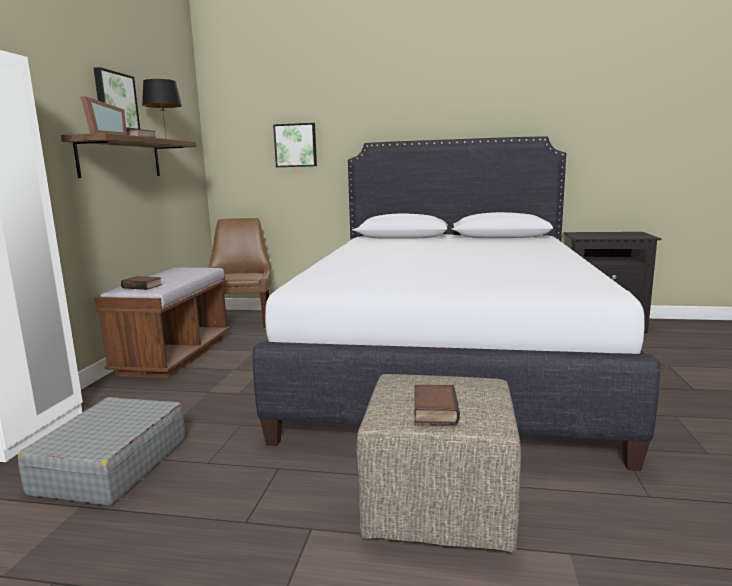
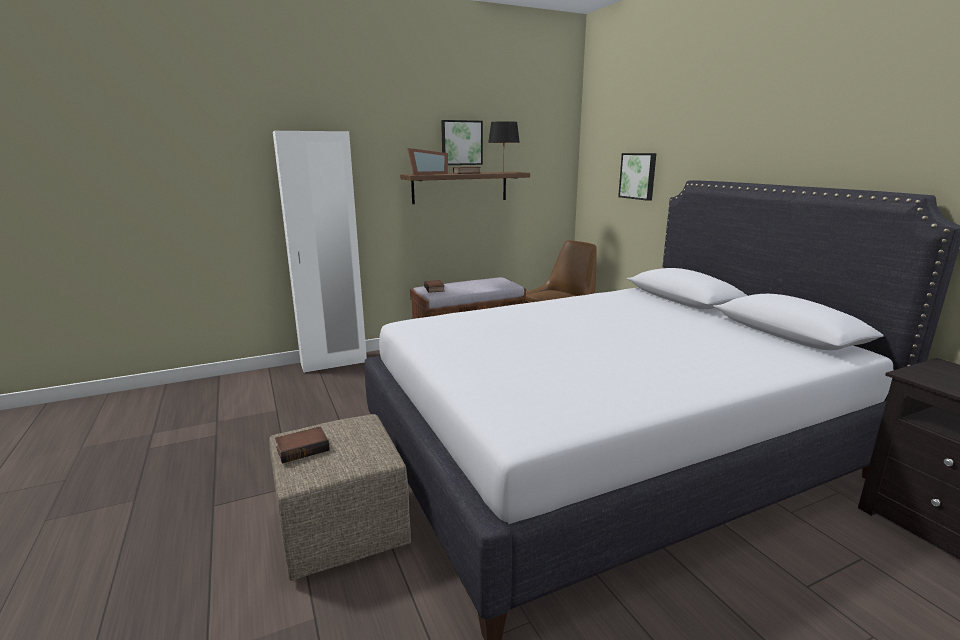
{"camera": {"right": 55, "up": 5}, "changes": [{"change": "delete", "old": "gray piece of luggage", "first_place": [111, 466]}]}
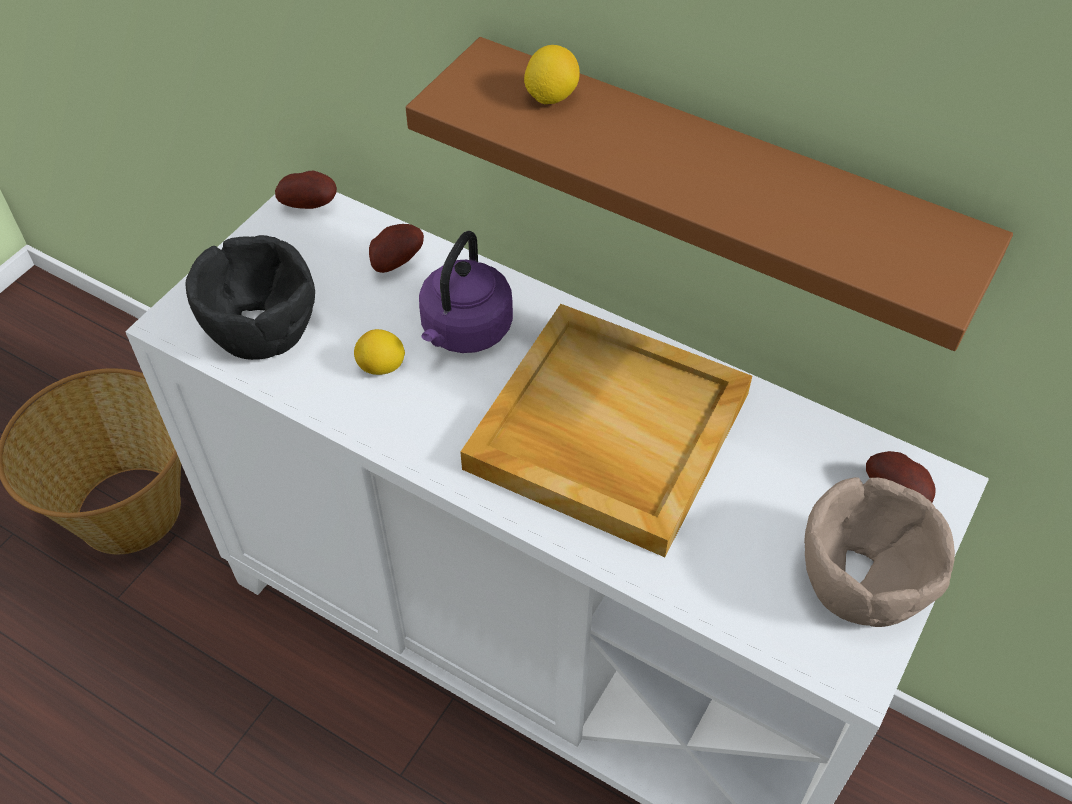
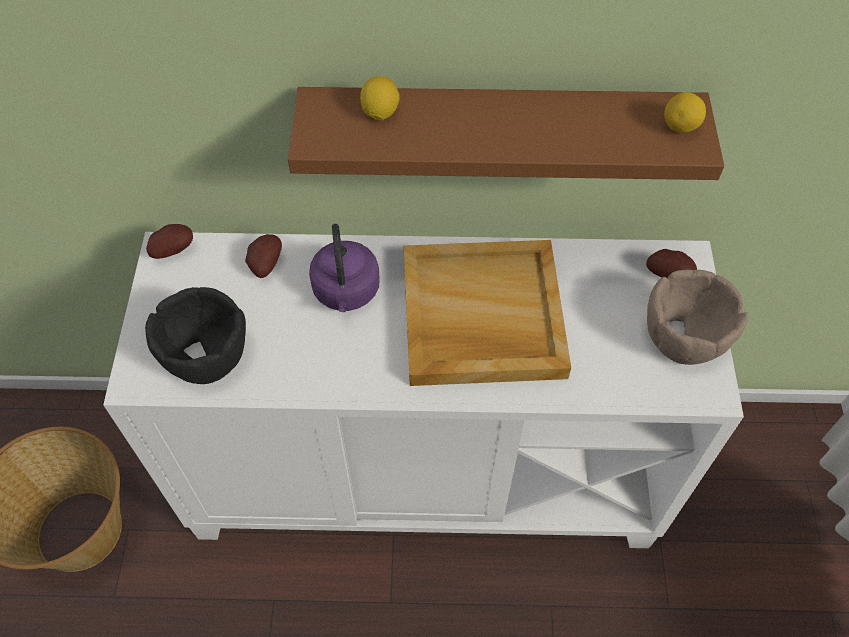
{"camera": {"right": -30, "up": 5}, "changes": [{"change": "move", "old": "lemon", "first_place": [381, 367], "second_place": [680, 127]}]}
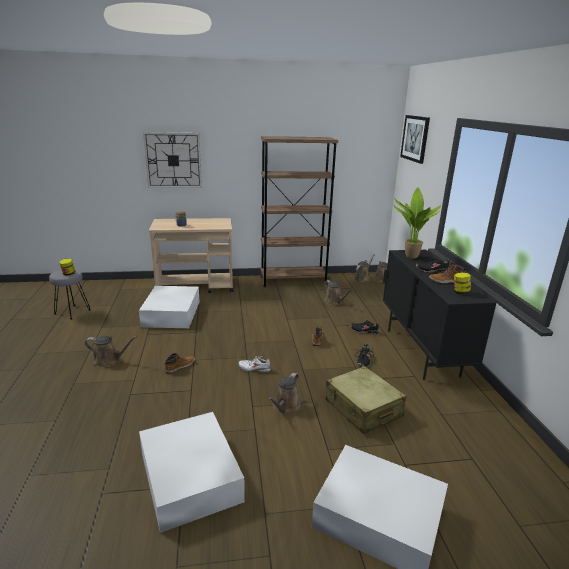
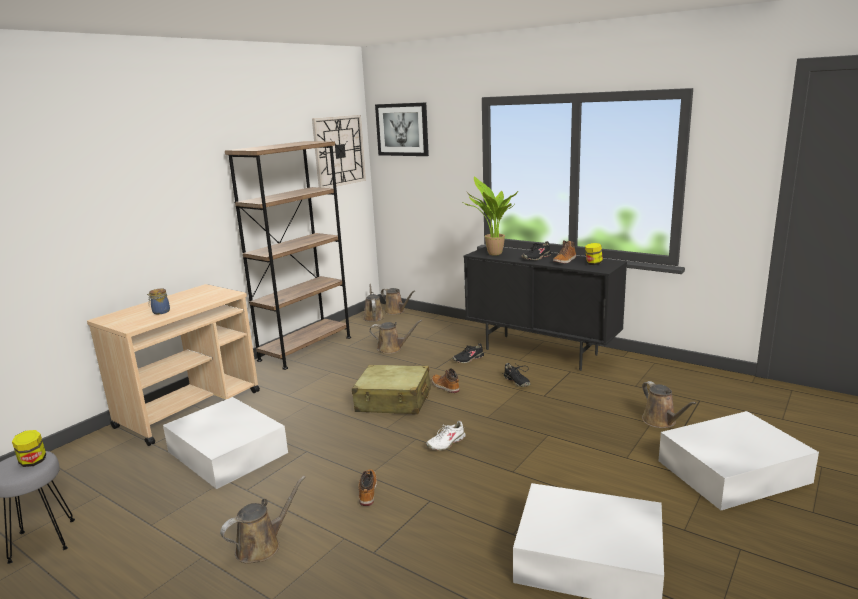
{"camera": {"right": -45, "up": -5}, "changes": [{"change": "move", "old": "wall clock", "first_place": [173, 160], "second_place": [339, 151]}, {"change": "move", "old": "brownish watering pot", "first_place": [285, 407], "second_place": [661, 421]}, {"change": "move", "old": "beige piece of luggage", "first_place": [363, 408], "second_place": [393, 401]}]}
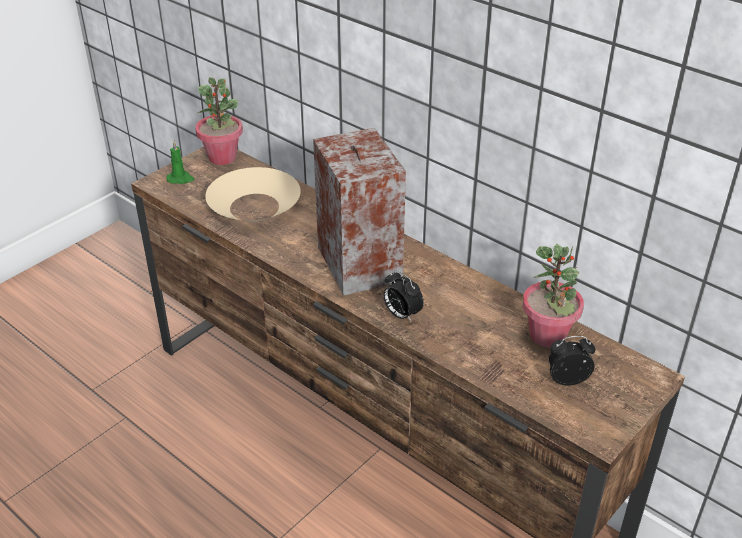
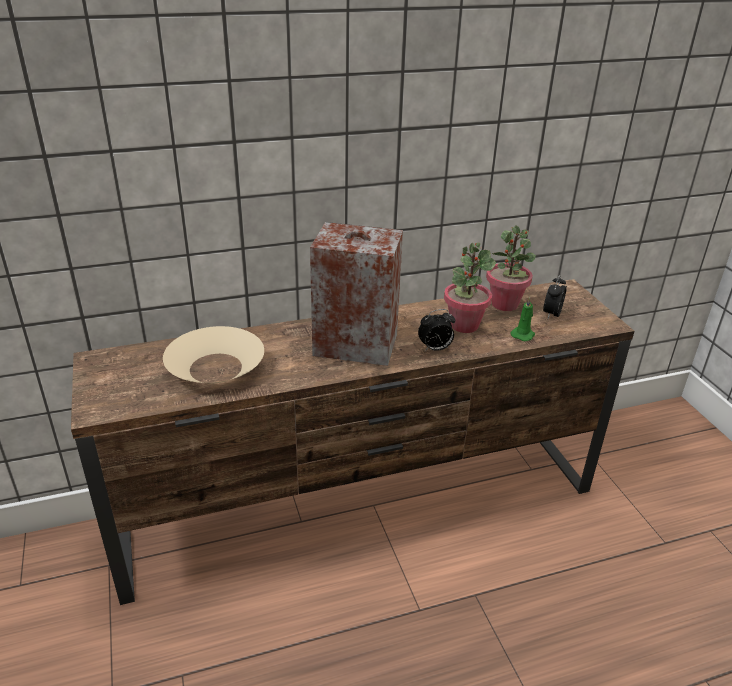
{"camera": {"right": -60, "up": -5}, "changes": [{"change": "move", "old": "green-coloured wax light", "first_place": [180, 179], "second_place": [523, 335]}, {"change": "move", "old": "plant in a pot", "first_place": [222, 157], "second_place": [464, 325]}]}
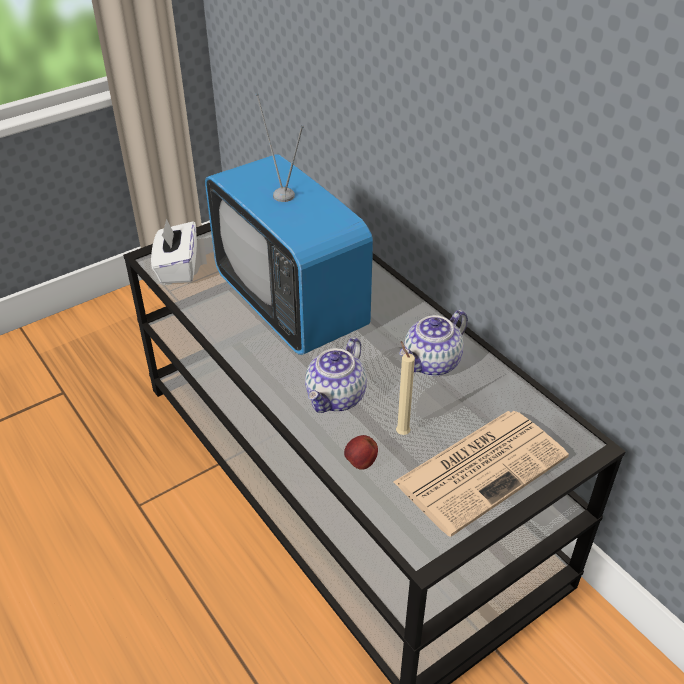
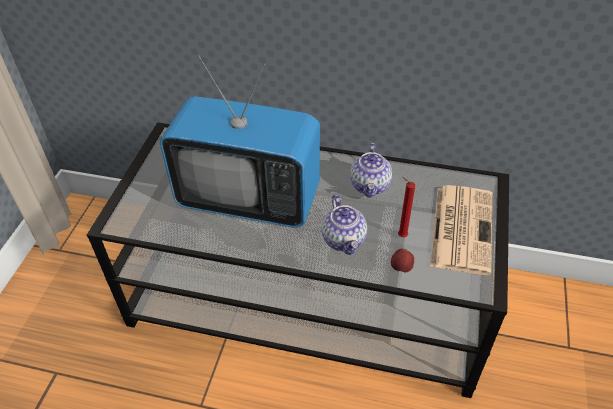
{"camera": {"right": -40, "up": 5}, "changes": [{"change": "delete", "old": "white-coloured box of tissues", "first_place": [177, 268]}, {"change": "recolor", "old": "beige wax light", "new": "reddish wax light", "first_place": [401, 432], "second_place": [400, 236]}]}
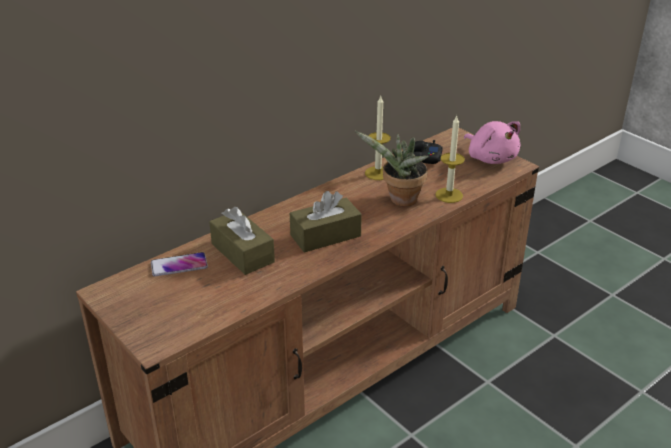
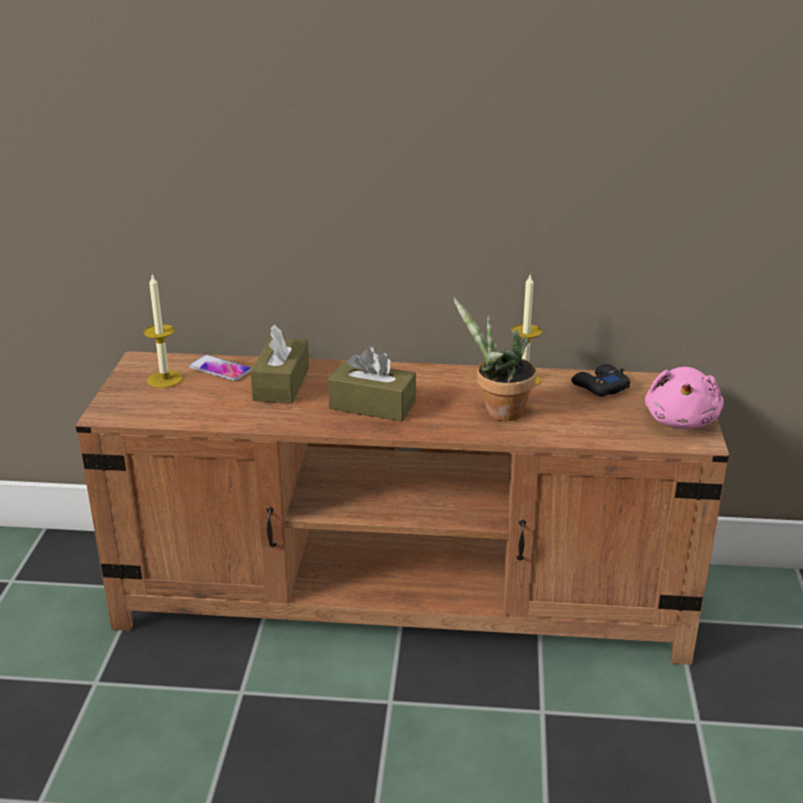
{"camera": {"right": 45, "up": -5}, "changes": [{"change": "move", "old": "wax light", "first_place": [449, 195], "second_place": [165, 379]}]}
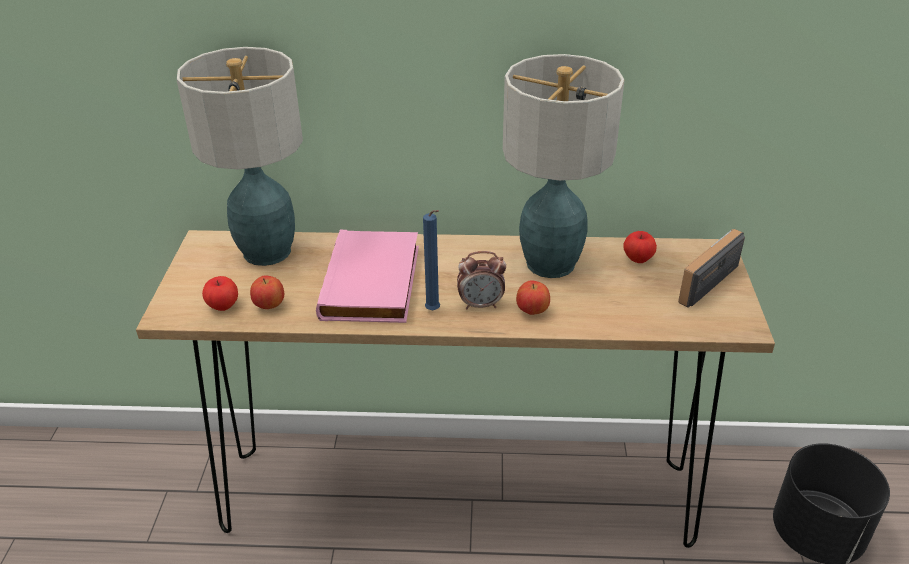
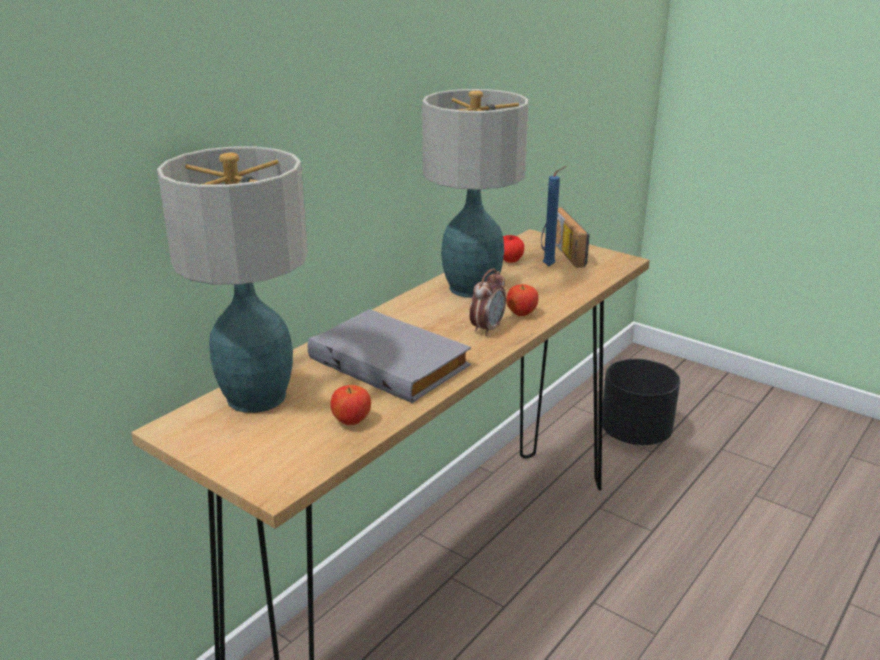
{"camera": {"right": -55, "up": -10}, "changes": [{"change": "delete", "old": "apple", "first_place": [223, 305]}, {"change": "recolor", "old": "pinkish bound book", "new": "gray bound book", "first_place": [374, 283], "second_place": [392, 361]}, {"change": "move", "old": "blue wax light", "first_place": [434, 311], "second_place": [551, 266]}]}
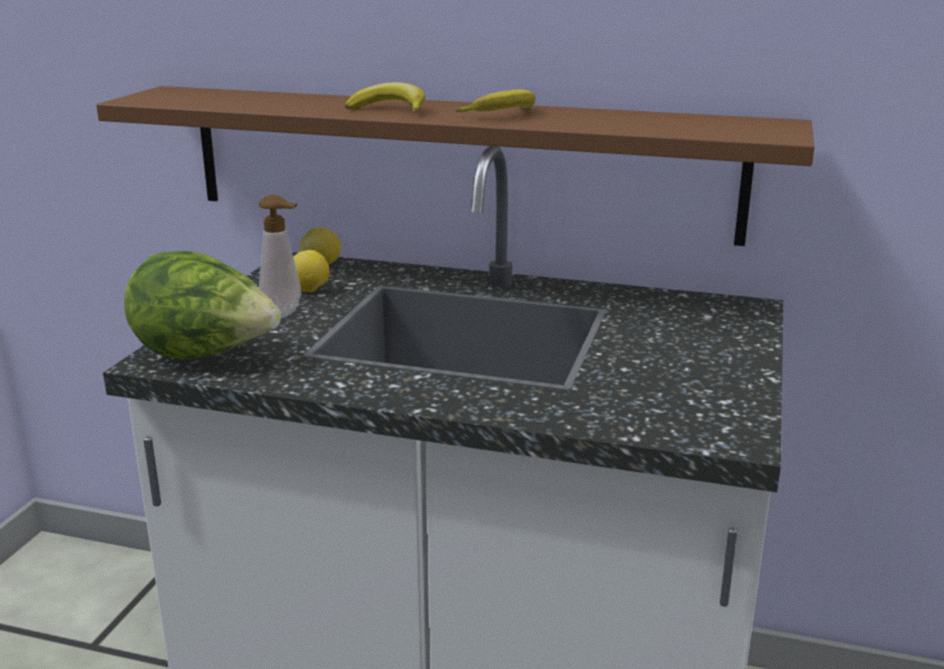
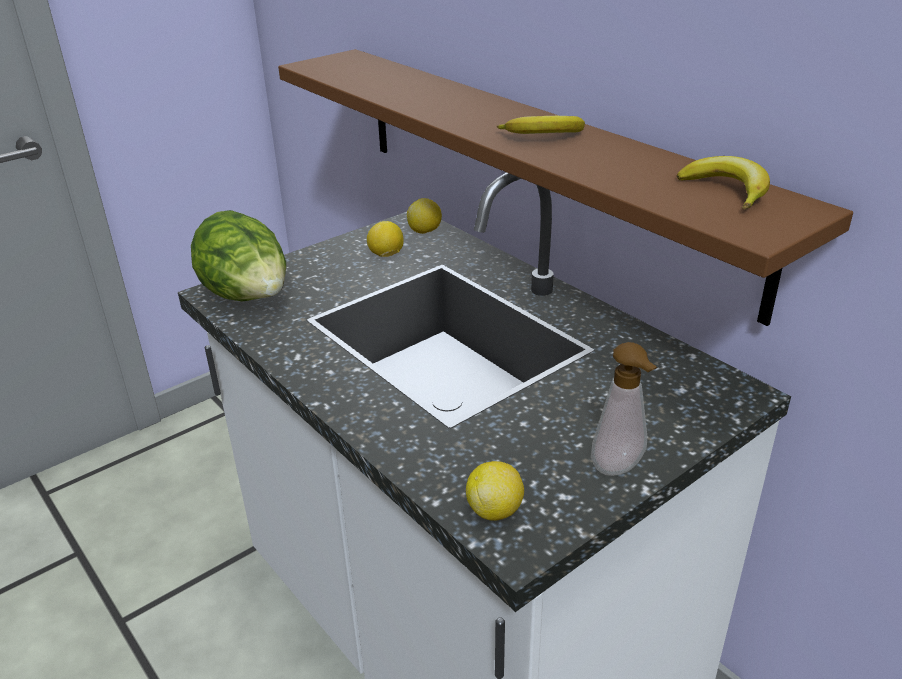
{"camera": {"right": 35, "up": 10}, "changes": [{"change": "move", "old": "liquid soap bottle", "first_place": [285, 314], "second_place": [620, 469]}, {"change": "move", "old": "banana", "first_place": [390, 110], "second_place": [726, 191]}, {"change": "insert", "new": "lemon", "second_place": [495, 510]}]}
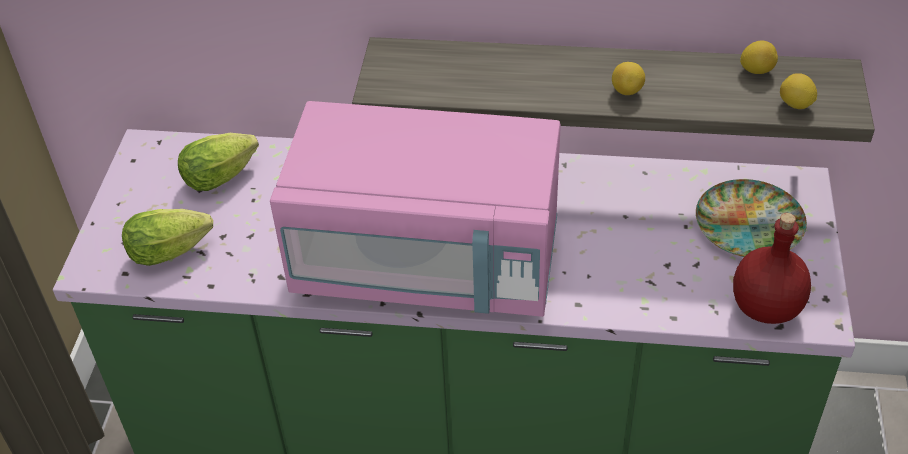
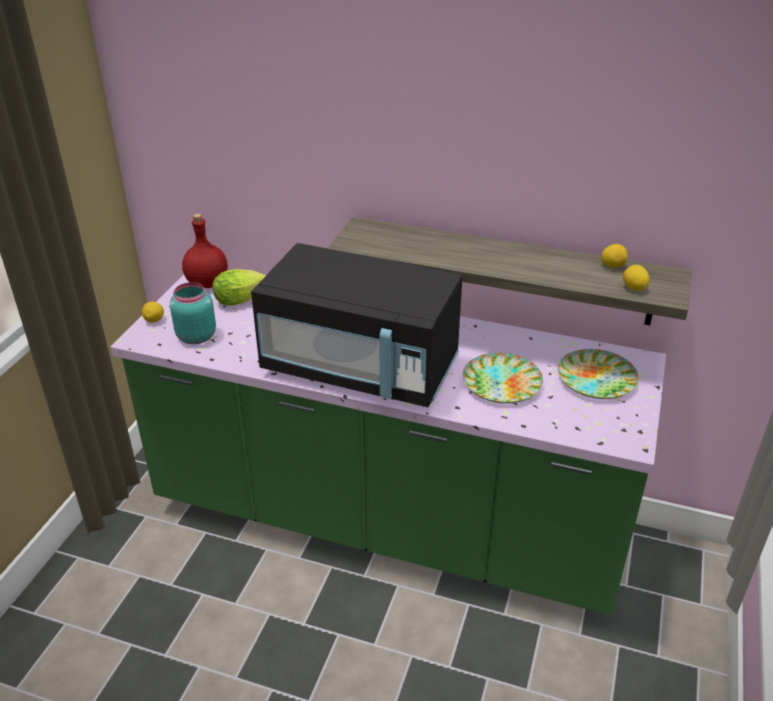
{"camera": {"right": 10, "up": -10}, "changes": [{"change": "replace", "old": "head of lettuce", "new": "blue-green storage jar", "first_place": [174, 250], "second_place": [195, 336]}, {"change": "recolor", "old": "pinkish kitchen microwave", "new": "blackish kitchen microwave", "first_place": [428, 263], "second_place": [361, 368]}, {"change": "move", "old": "lemon", "first_place": [627, 91], "second_place": [154, 320]}, {"change": "move", "old": "reddish beverage bottle", "first_place": [764, 307], "second_place": [207, 283]}, {"change": "insert", "new": "flat dish", "second_place": [501, 383]}]}
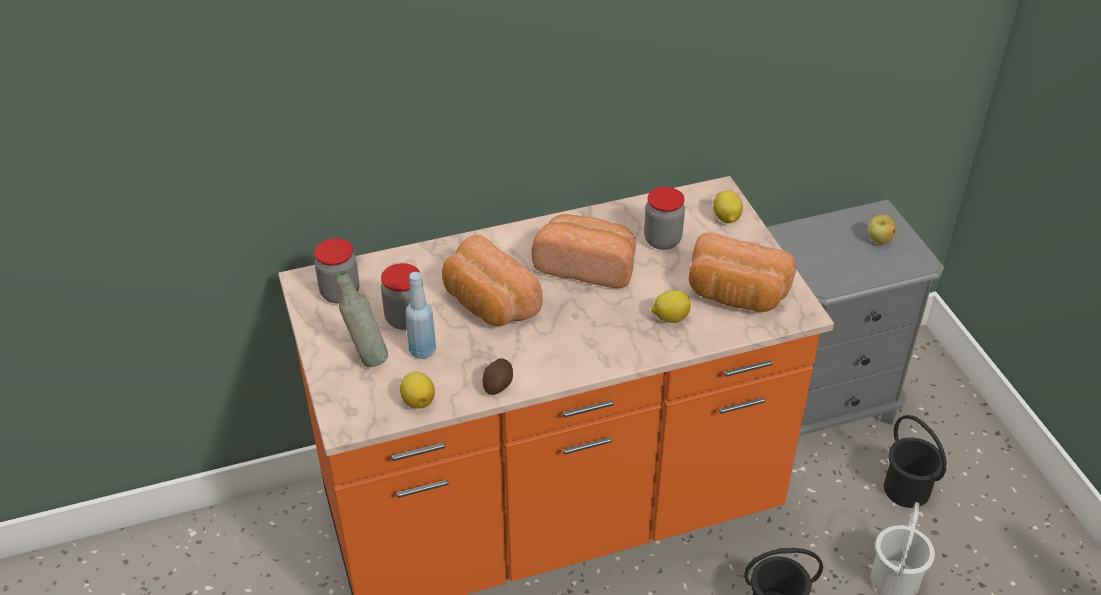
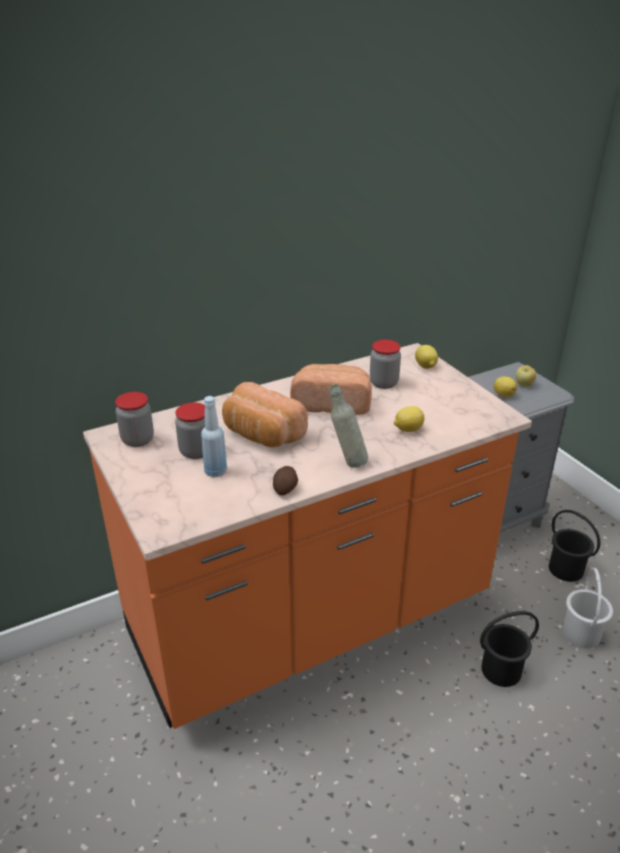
{"camera": {"right": -10, "up": -10}, "changes": [{"change": "move", "old": "gray beverage bottle", "first_place": [366, 356], "second_place": [347, 462]}, {"change": "move", "old": "lemon", "first_place": [418, 400], "second_place": [503, 395]}, {"change": "delete", "old": "bakery bread", "first_place": [735, 295]}]}
